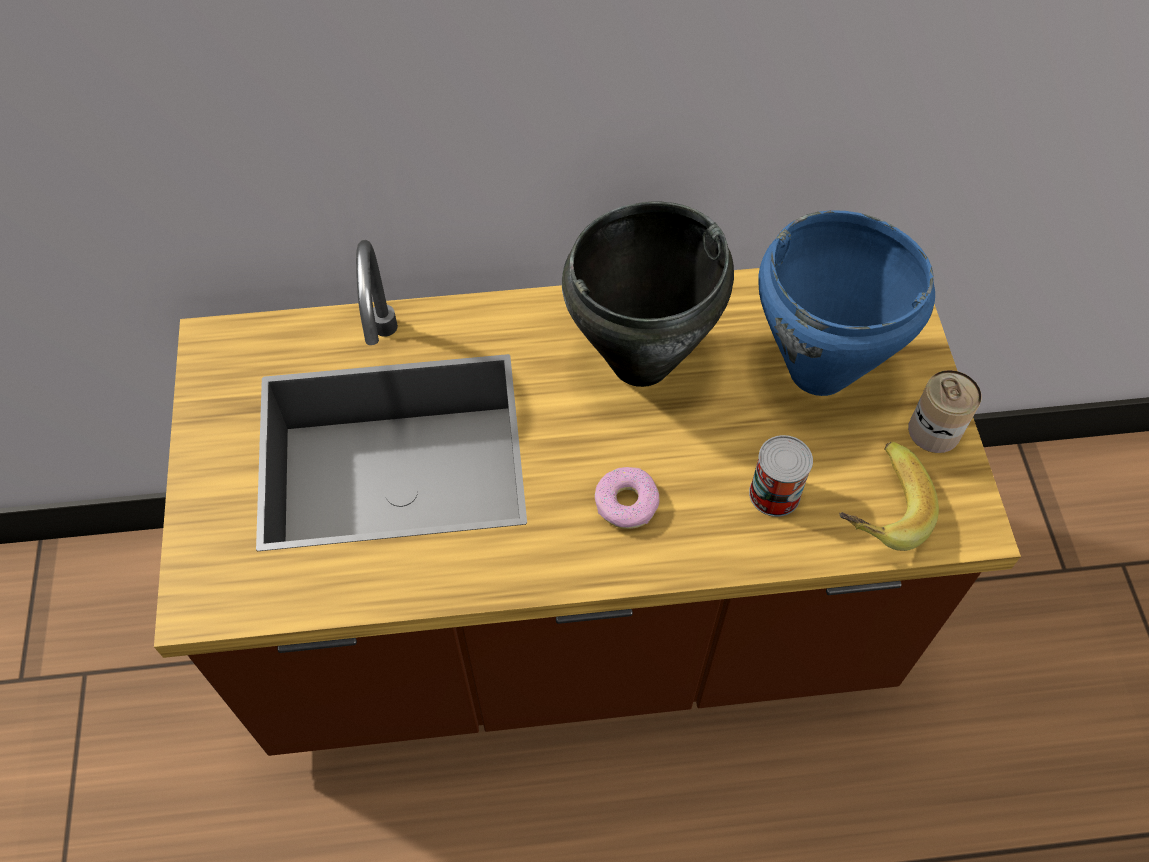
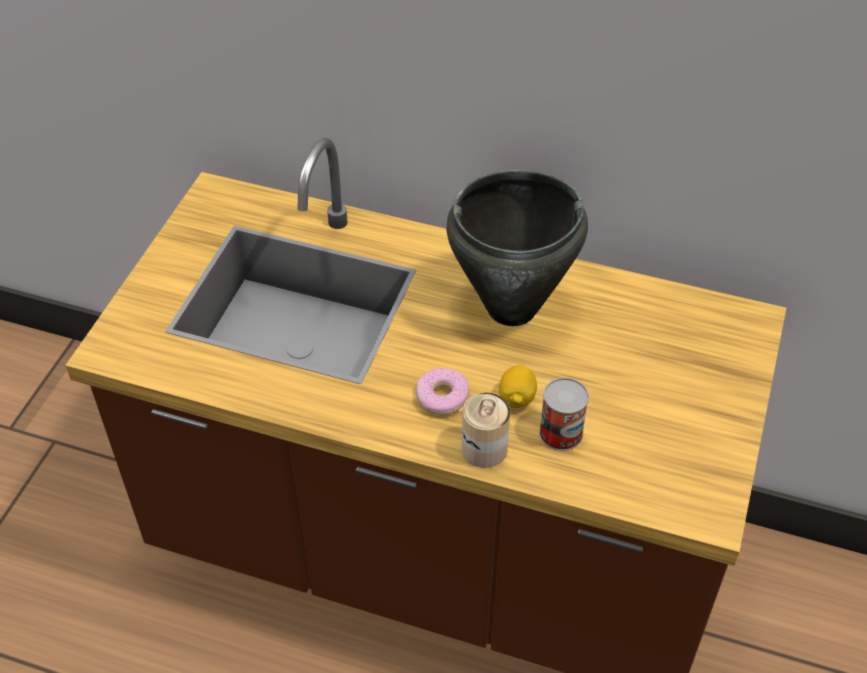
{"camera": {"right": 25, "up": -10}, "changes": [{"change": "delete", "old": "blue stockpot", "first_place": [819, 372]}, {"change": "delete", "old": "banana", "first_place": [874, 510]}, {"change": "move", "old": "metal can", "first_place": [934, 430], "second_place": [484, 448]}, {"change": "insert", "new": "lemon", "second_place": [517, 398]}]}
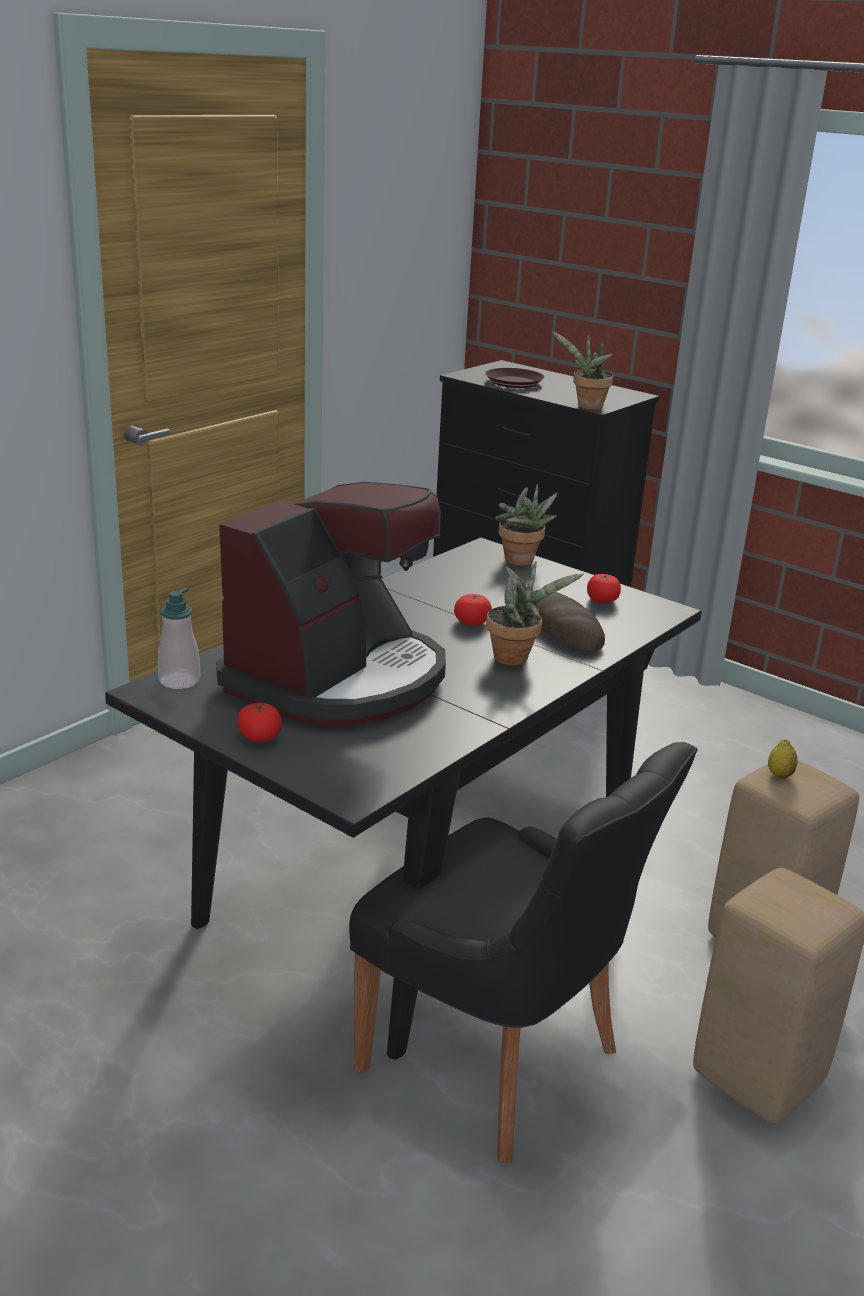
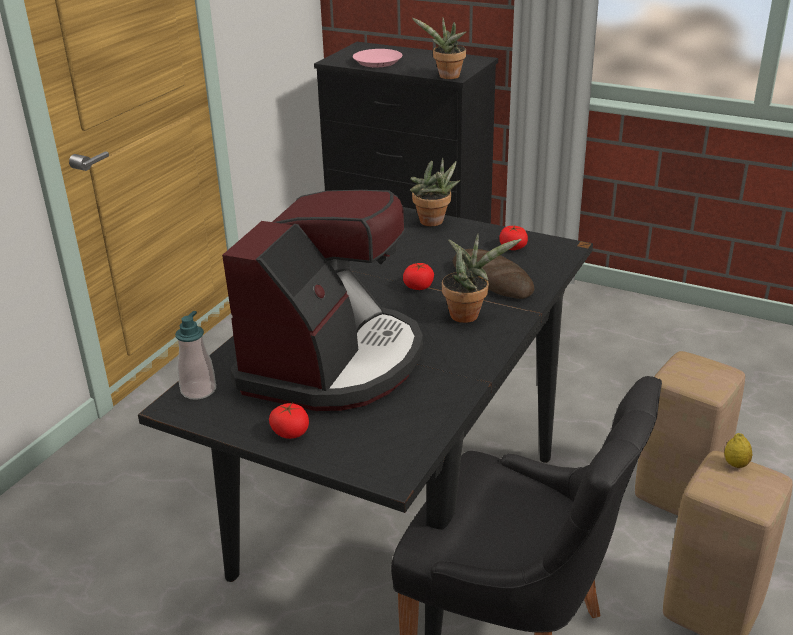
{"camera": {"right": -10, "up": 5}, "changes": [{"change": "recolor", "old": "brownish flat dish", "new": "pinkish flat dish", "first_place": [514, 382], "second_place": [377, 62]}, {"change": "move", "old": "lemon", "first_place": [779, 775], "second_place": [736, 464]}]}
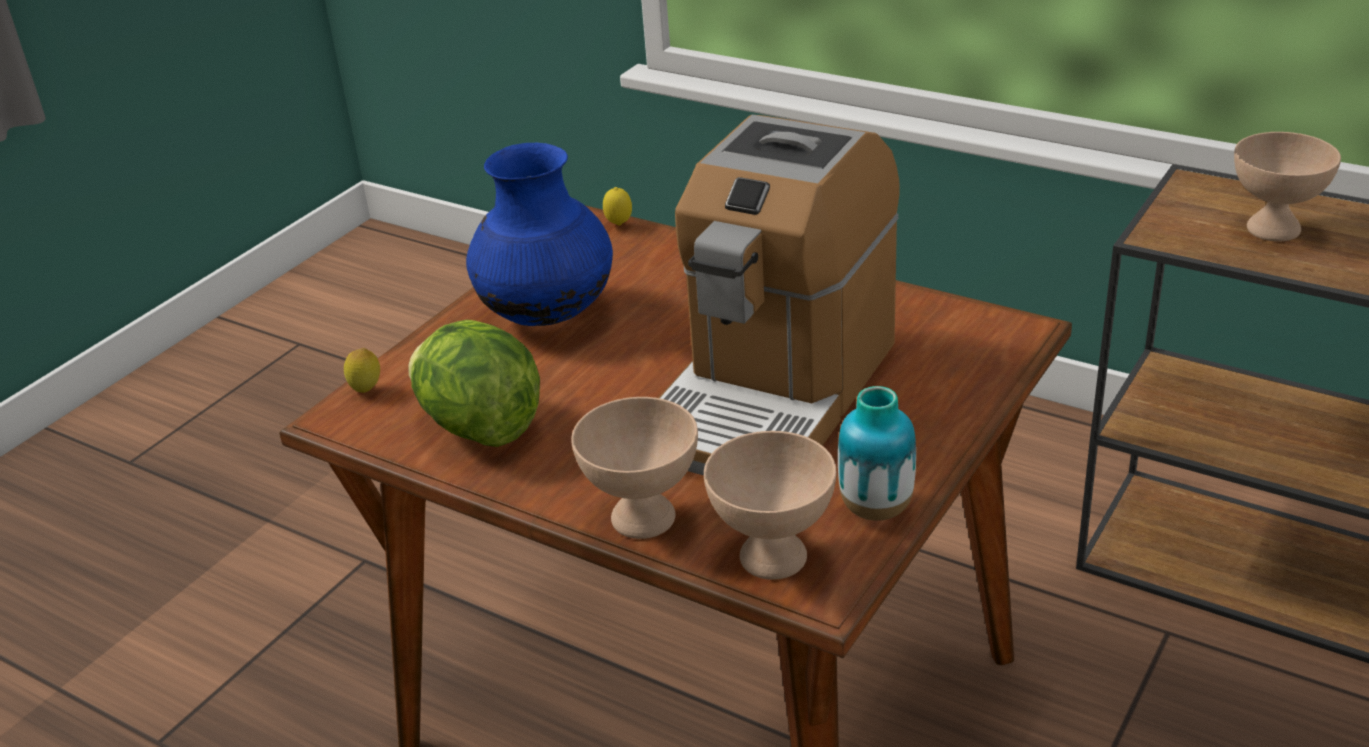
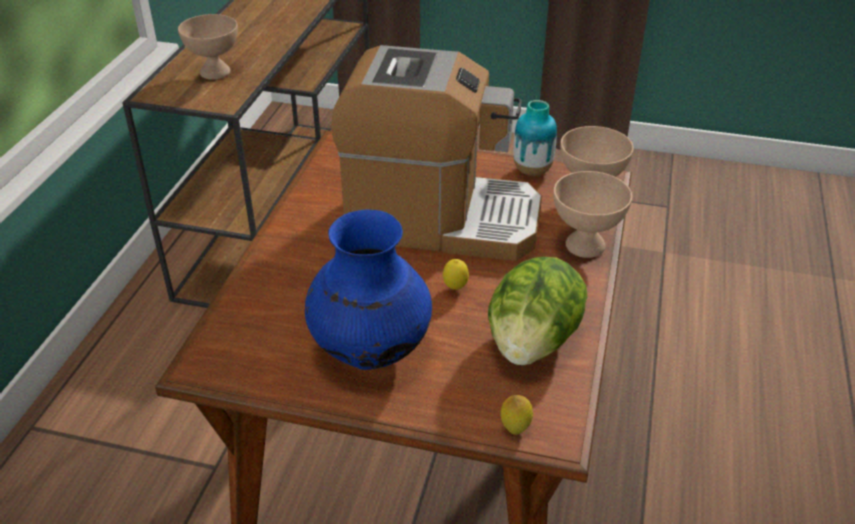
{"camera": {"right": -110, "up": 5}, "changes": [{"change": "move", "old": "lemon", "first_place": [619, 225], "second_place": [455, 288]}]}
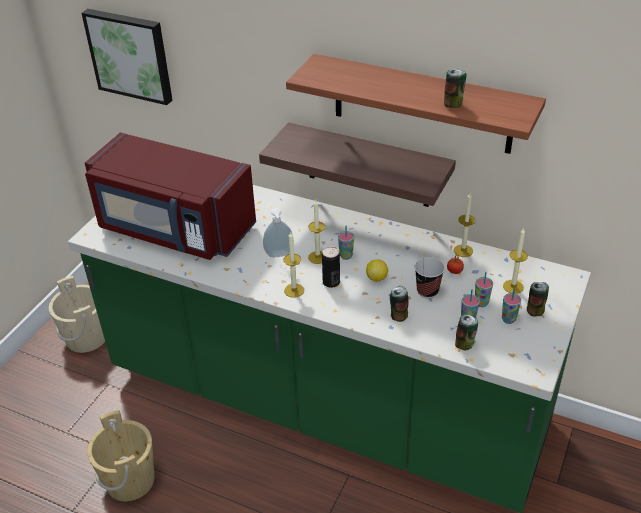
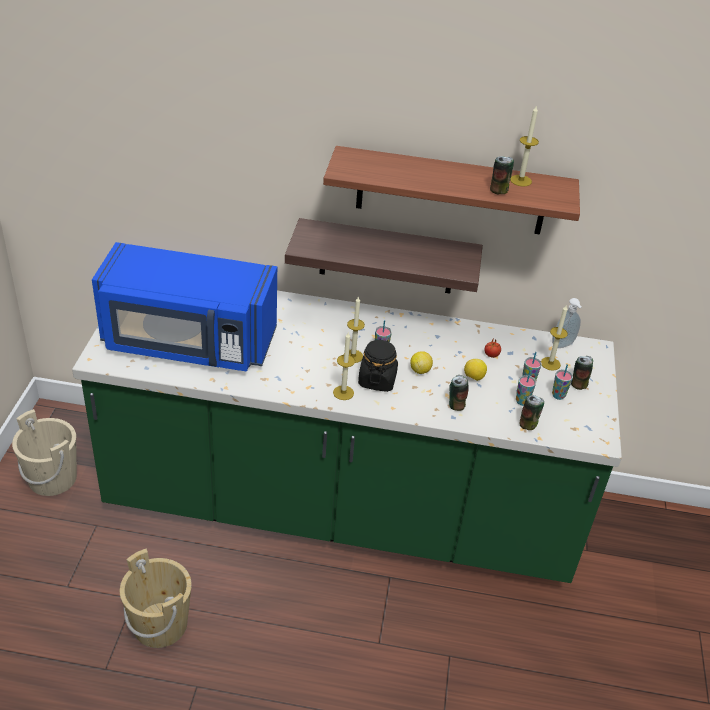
{"camera": {"right": -20, "up": 0}, "changes": [{"change": "delete", "old": "wall art", "first_place": [130, 55]}, {"change": "recolor", "old": "reddish kitchen microwave", "new": "blue kitchen microwave", "first_place": [174, 229], "second_place": [188, 342]}, {"change": "move", "old": "liquid soap bottle", "first_place": [279, 255], "second_place": [563, 345]}, {"change": "replace", "old": "metal can", "new": "blackish storage jar", "first_place": [331, 282], "second_place": [377, 380]}, {"change": "replace", "old": "cup", "new": "lemon", "first_place": [427, 291], "second_place": [473, 377]}, {"change": "move", "old": "wax light", "first_place": [463, 250], "second_place": [520, 180]}]}
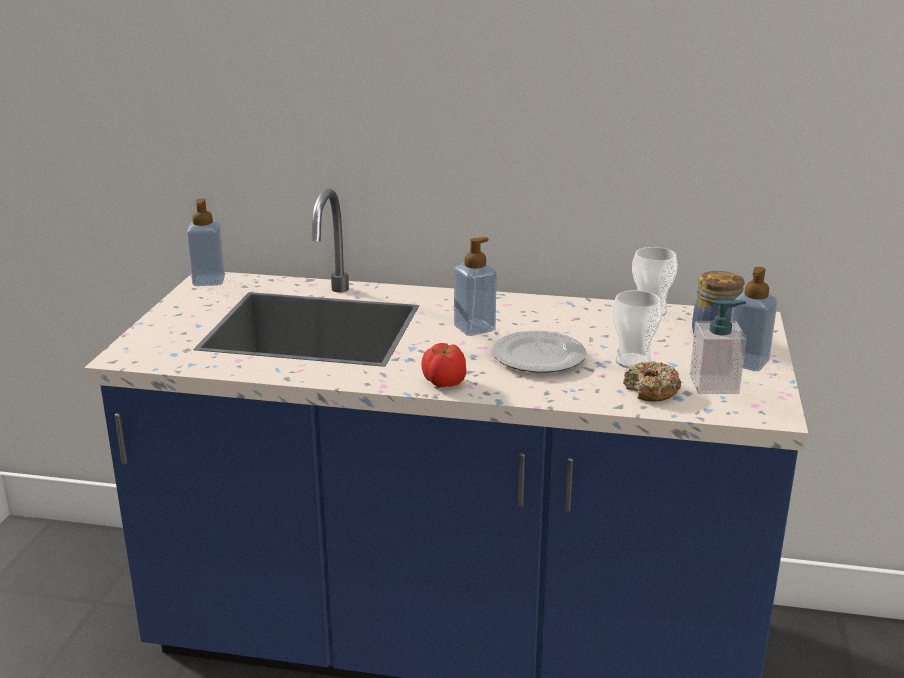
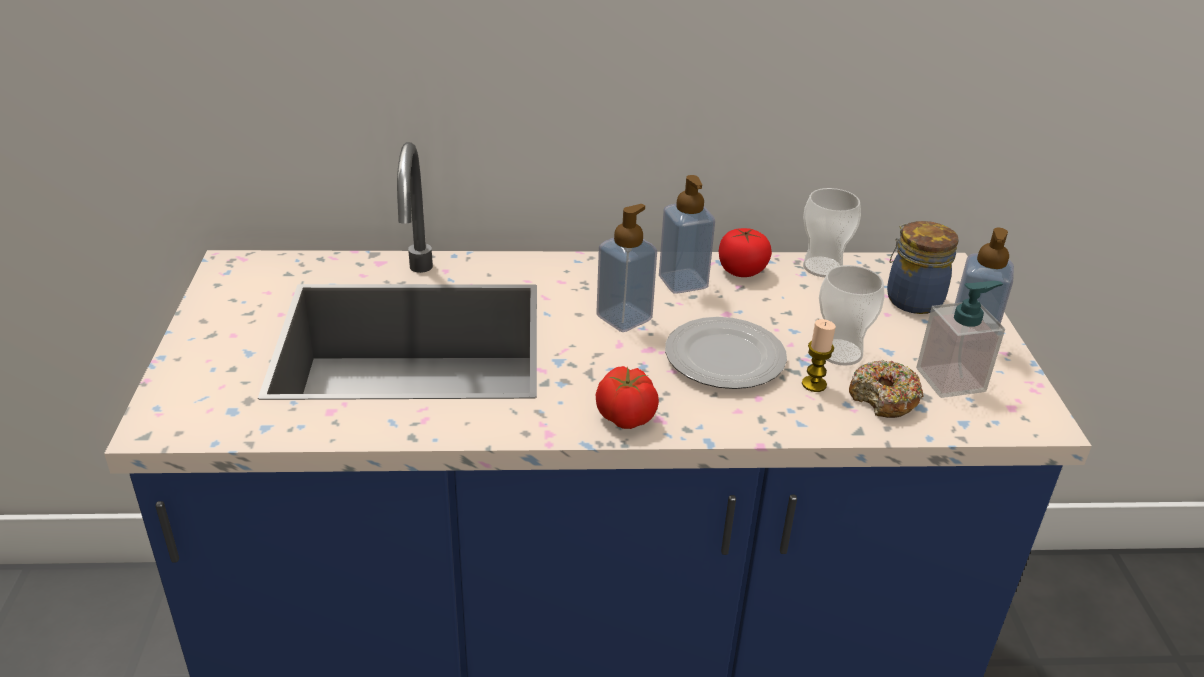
{"camera": {"right": -15, "up": 10}, "changes": [{"change": "move", "old": "liquid soap bottle", "first_place": [209, 281], "second_place": [683, 282]}, {"change": "insert", "new": "fresh tomato", "second_place": [741, 271]}, {"change": "insert", "new": "wax light", "second_place": [814, 384]}]}
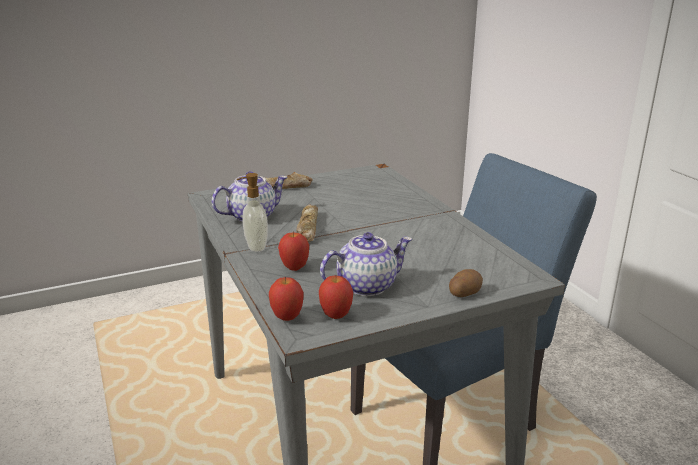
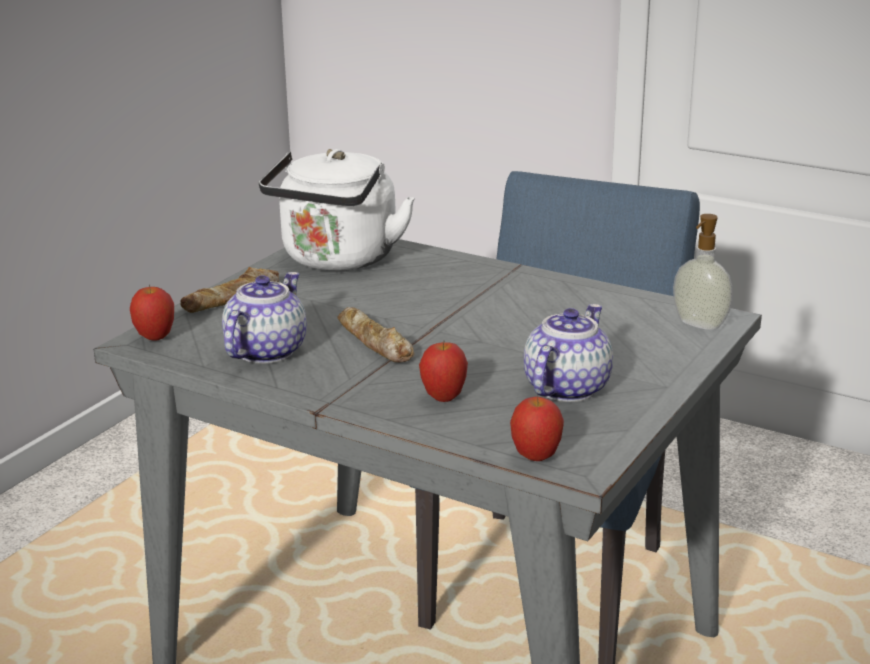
{"camera": {"right": -35, "up": 0}, "changes": [{"change": "move", "old": "liquid soap bottle", "first_place": [255, 247], "second_place": [698, 325]}, {"change": "move", "old": "apple", "first_place": [336, 316], "second_place": [155, 338]}, {"change": "delete", "old": "whole potato", "first_place": [464, 293]}, {"change": "insert", "new": "white-coloured tea kettle", "second_place": [337, 260]}]}
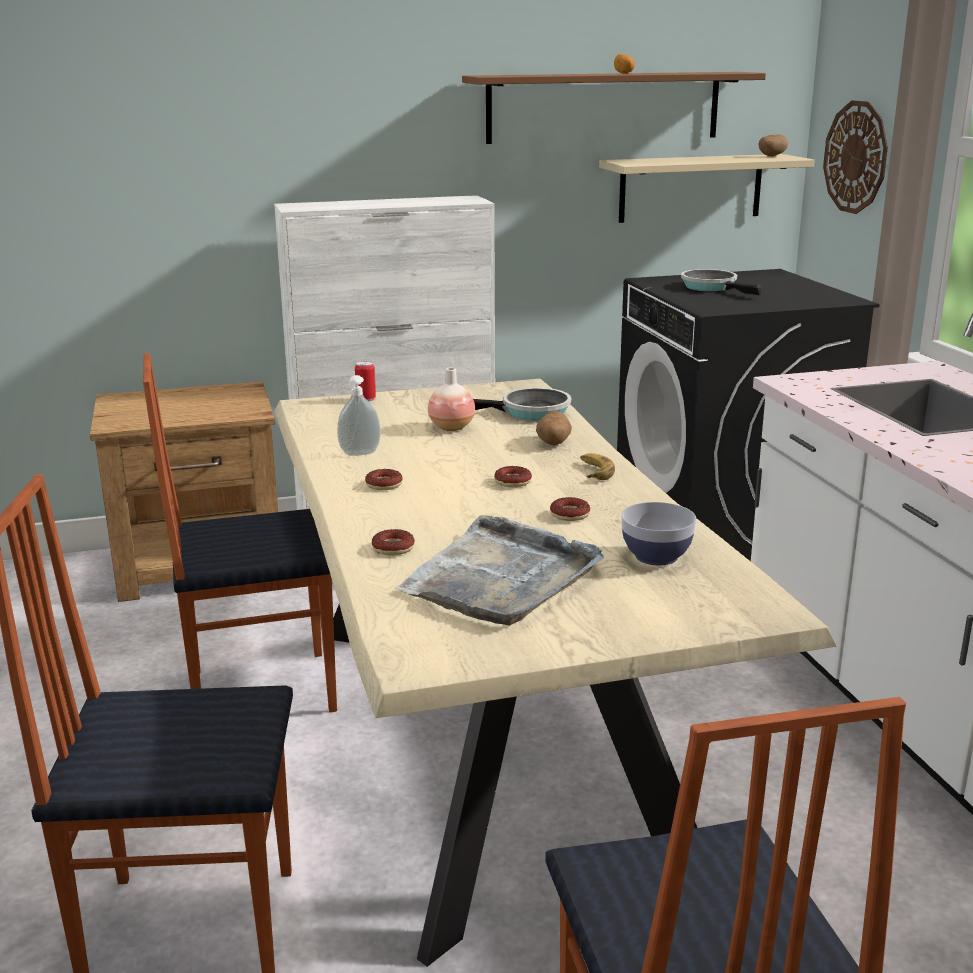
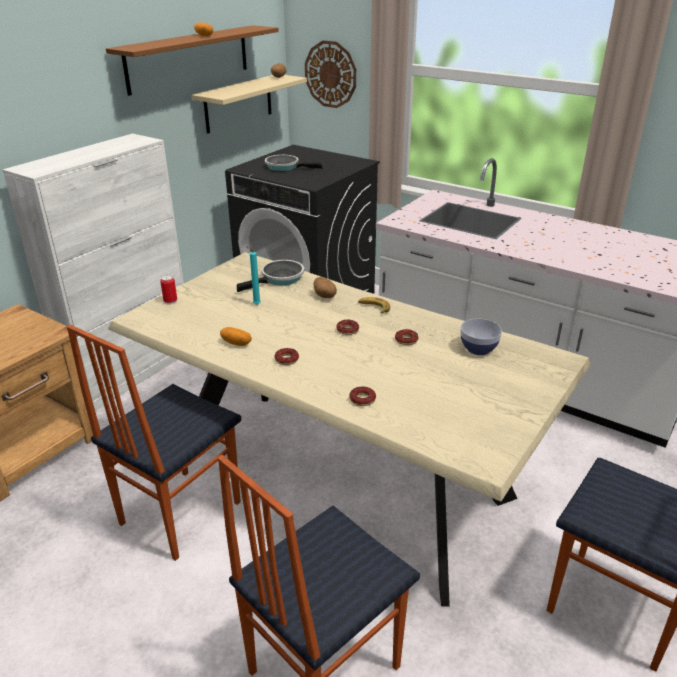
{"camera": {"right": -40, "up": 10}, "changes": [{"change": "replace", "old": "liquid soap bottle", "new": "whole potato", "first_place": [360, 454], "second_place": [236, 343]}, {"change": "delete", "old": "gray carrying tray", "first_place": [501, 577]}, {"change": "replace", "old": "flower vase", "new": "blue-green wax light", "first_place": [451, 427], "second_place": [255, 304]}]}
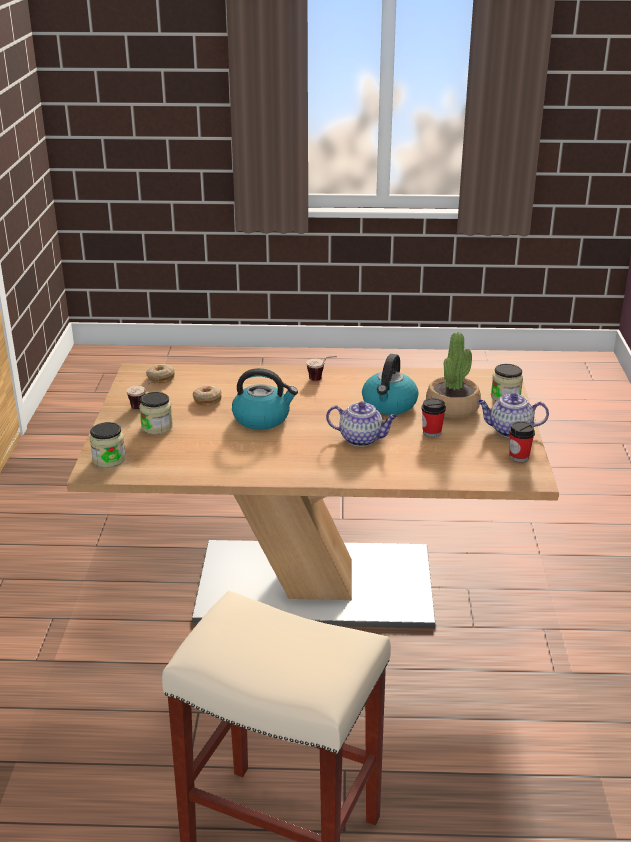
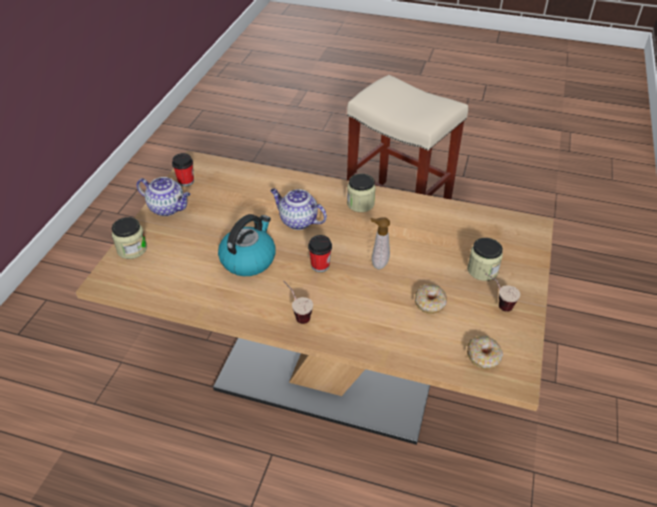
{"camera": {"right": -165, "up": 15}, "changes": [{"change": "move", "old": "storage jar", "first_place": [109, 459], "second_place": [360, 204]}, {"change": "replace", "old": "tea kettle", "new": "liquid soap bottle", "first_place": [262, 418], "second_place": [378, 263]}, {"change": "move", "old": "cup", "first_place": [432, 432], "second_place": [320, 265]}, {"change": "delete", "old": "plant in a pot", "first_place": [452, 408]}]}
